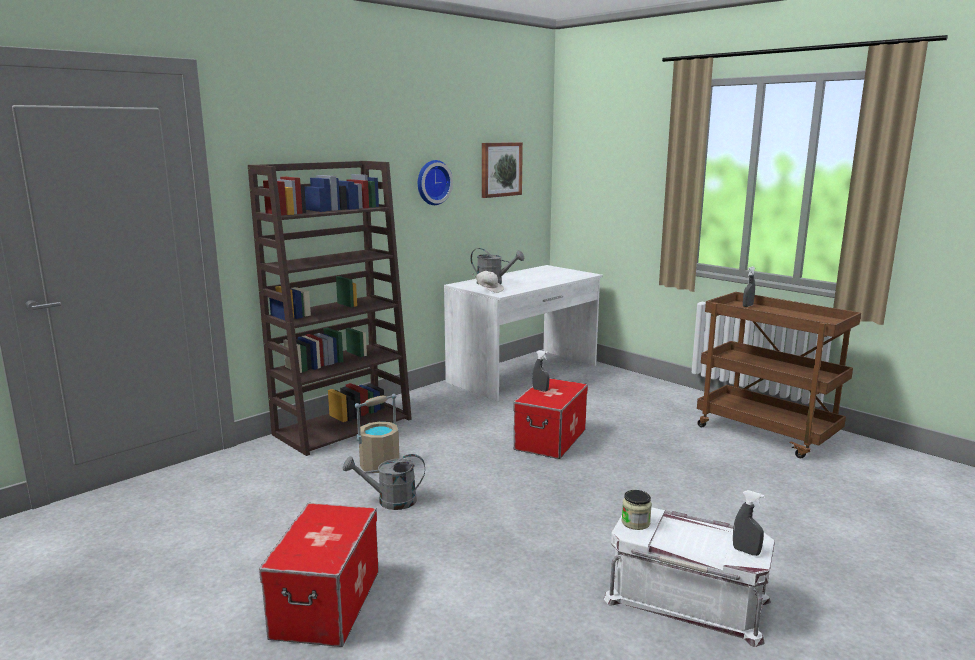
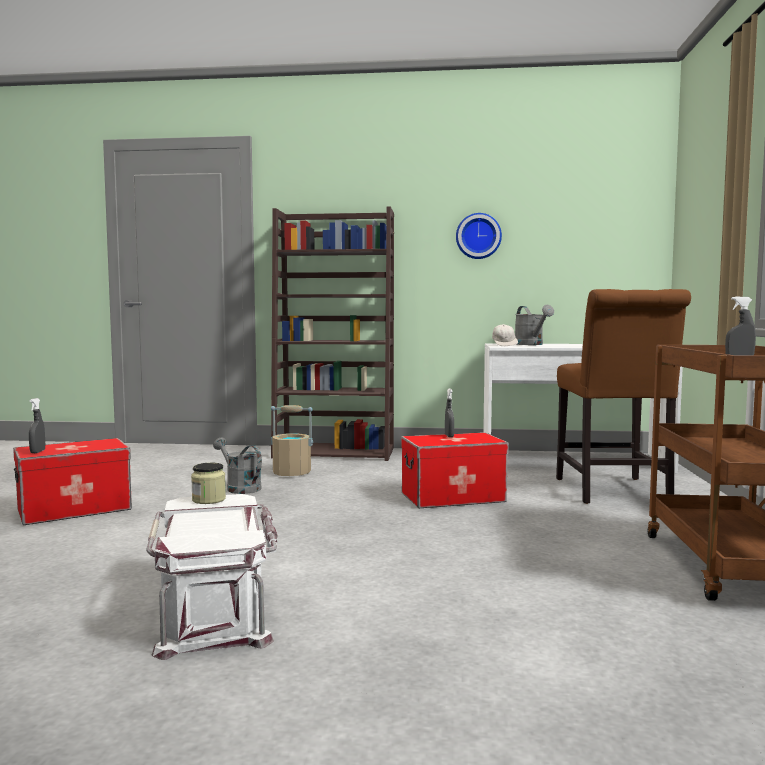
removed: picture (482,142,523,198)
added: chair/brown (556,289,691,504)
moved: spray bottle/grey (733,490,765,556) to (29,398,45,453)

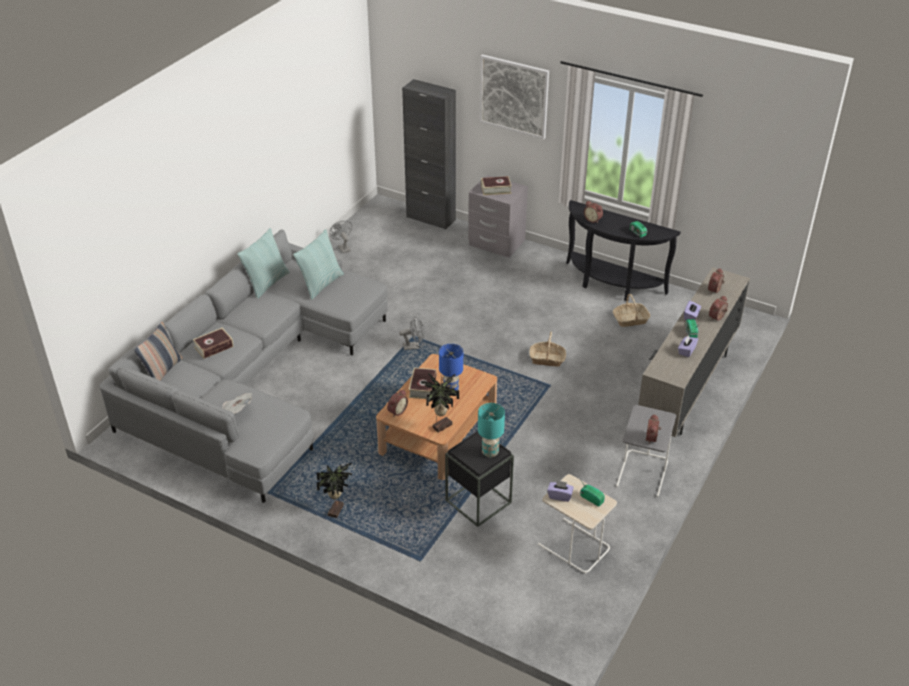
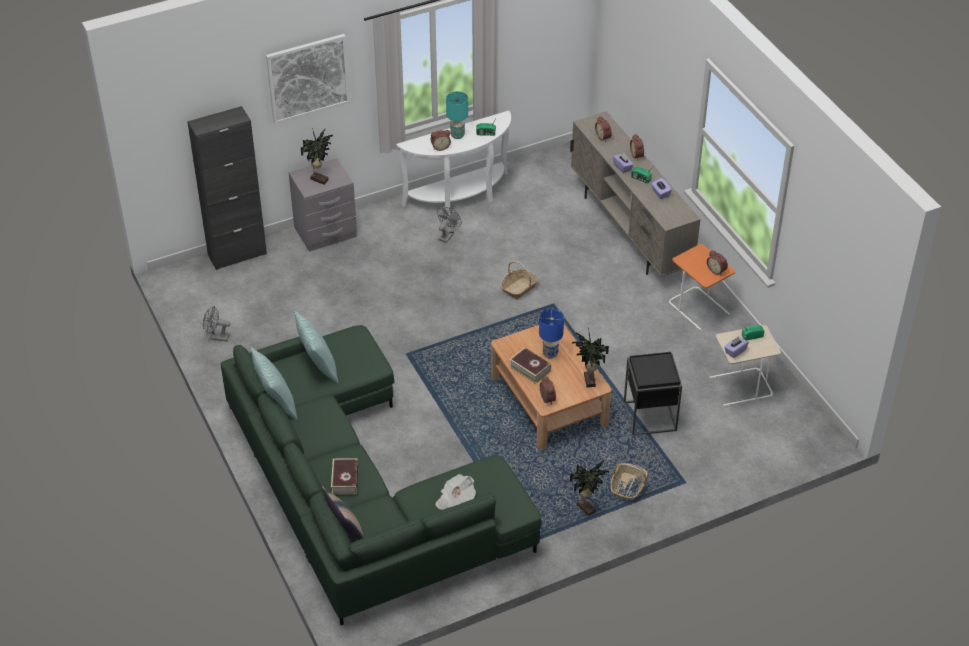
moved: basket (613,294,650,327) to (610,463,647,501); fan/grey (399,316,424,350) to (437,207,461,243); table lamp/turquoise (478,403,505,457) to (446,91,468,139)
replaced: book (481,176,512,195) to potted plant (301,128,333,184)
recoloured: console table/black (566,200,681,301) to console table/white (396,111,511,214); sofa/grey (99,230,388,503) to sofa/green (220,325,542,625); side table/grey (616,405,676,497) to side table/orange (669,244,735,330)

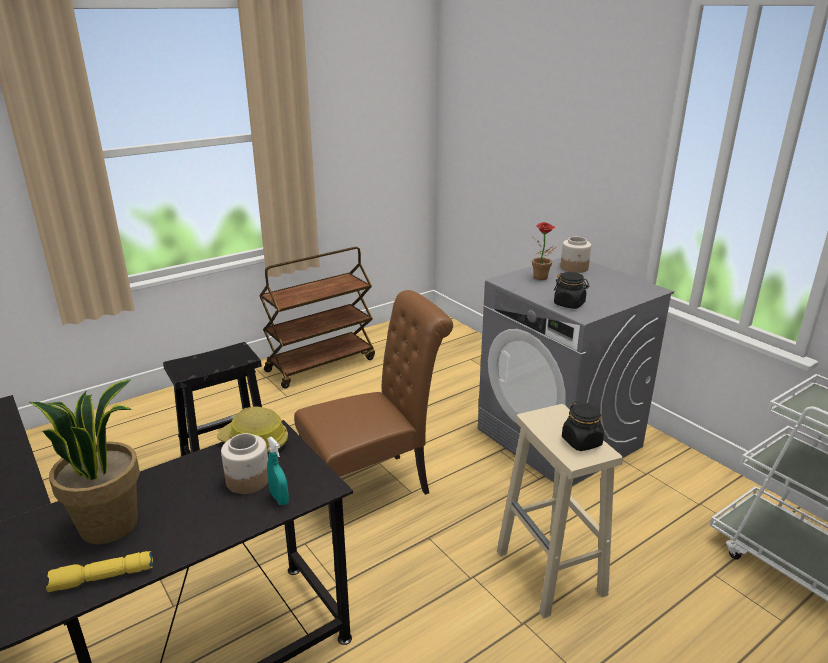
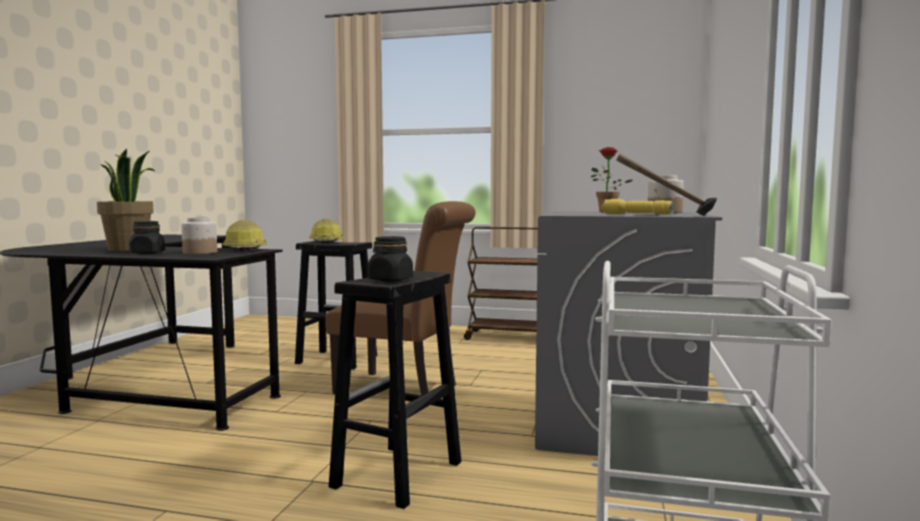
removed: spray bottle/turquoise (267,437,289,505)
added: hammer (616,154,717,216); hard hat (309,219,344,244)
moved: jar/black (554,272,590,309) to (129,221,165,254); flashlight/yellow (46,551,153,592) to (601,199,674,214)
recoloured: stool/beige (497,404,623,618) to stool/black (329,271,461,509)

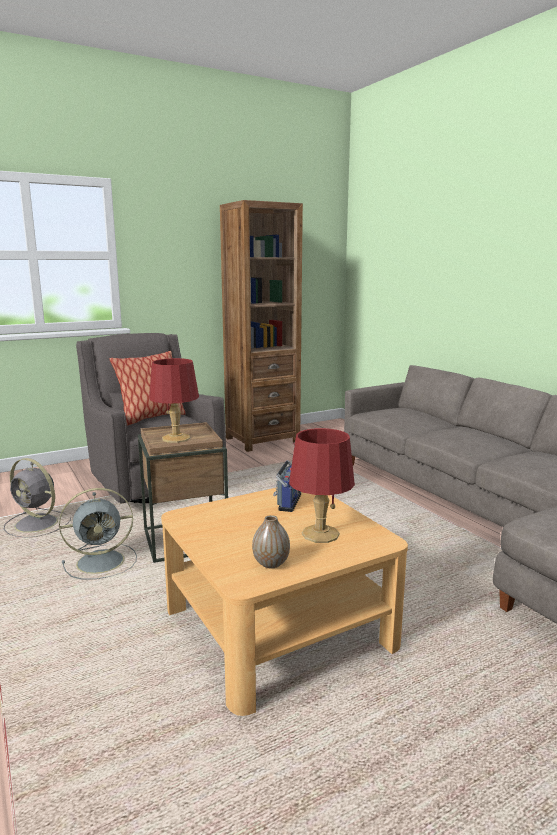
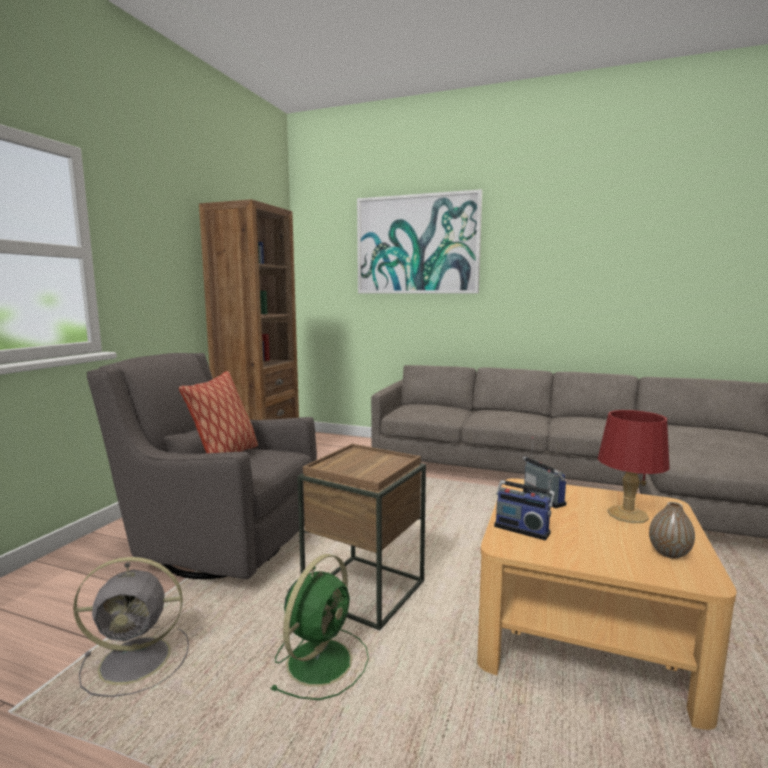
removed: table lamp/red (149,358,199,443)
added: picture (357,189,482,293); radio (494,470,555,540)
recoloured: fan/grey (59,488,137,580) to fan/green (270,554,369,700)

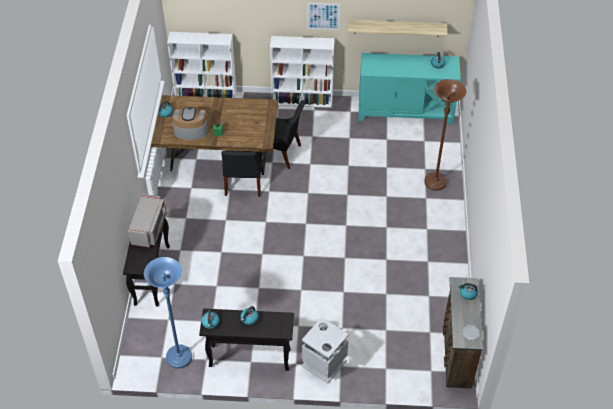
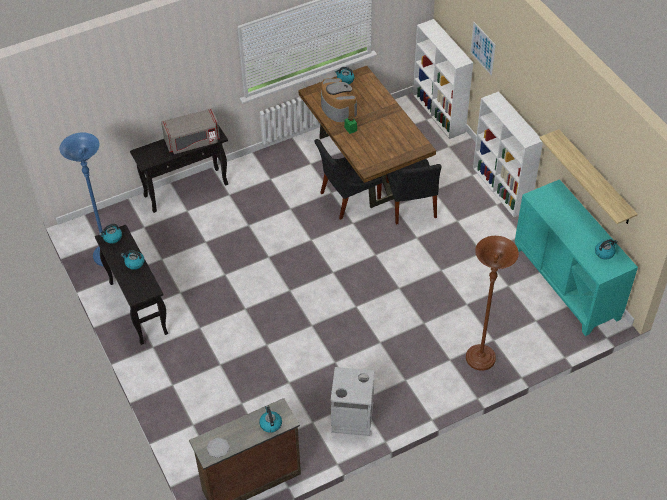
moved: picture (307,3,340,30) to (470,22,496,76); trash can/grey (301,317,349,383) to (330,367,374,436)

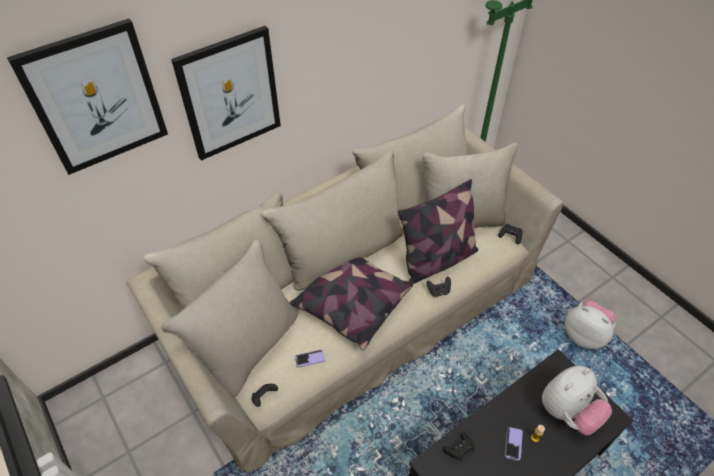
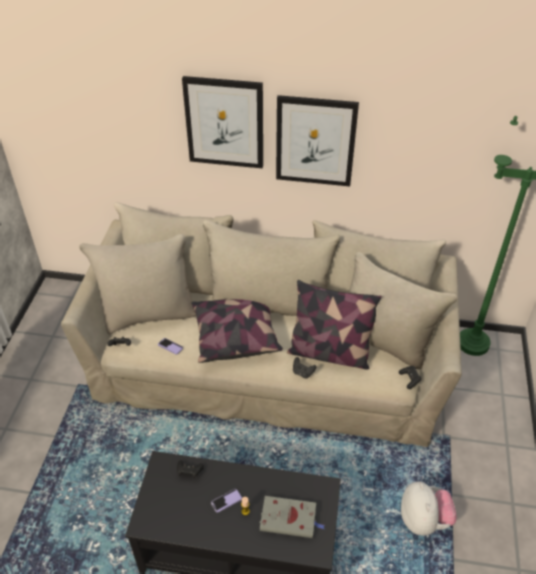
moved: picture (7,19,168,175) to (276,95,359,186)
replaced: plush toy (542,366,612,435) to book/grey (260,496,325,538)

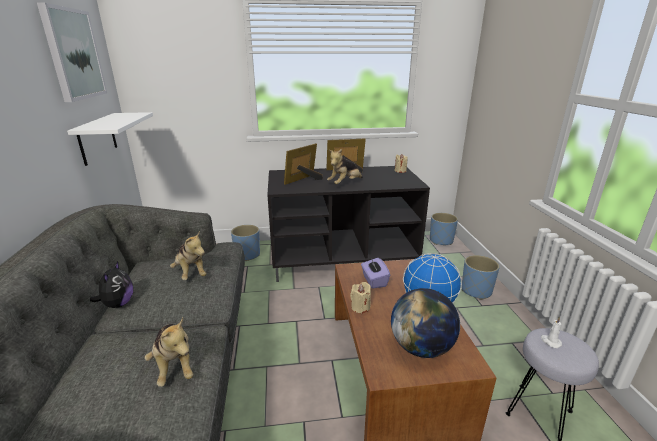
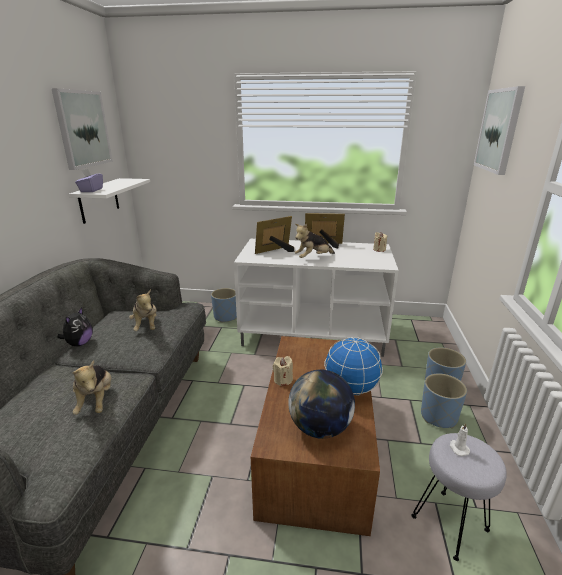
added: picture (474,86,525,175)
moved: planter/blue (430,213,458,245) to (421,373,467,428); tissue box/purple (361,258,390,289) to (75,168,103,192)
recoloured: tv stand/black (267,166,430,282) to tv stand/white (234,239,399,357)

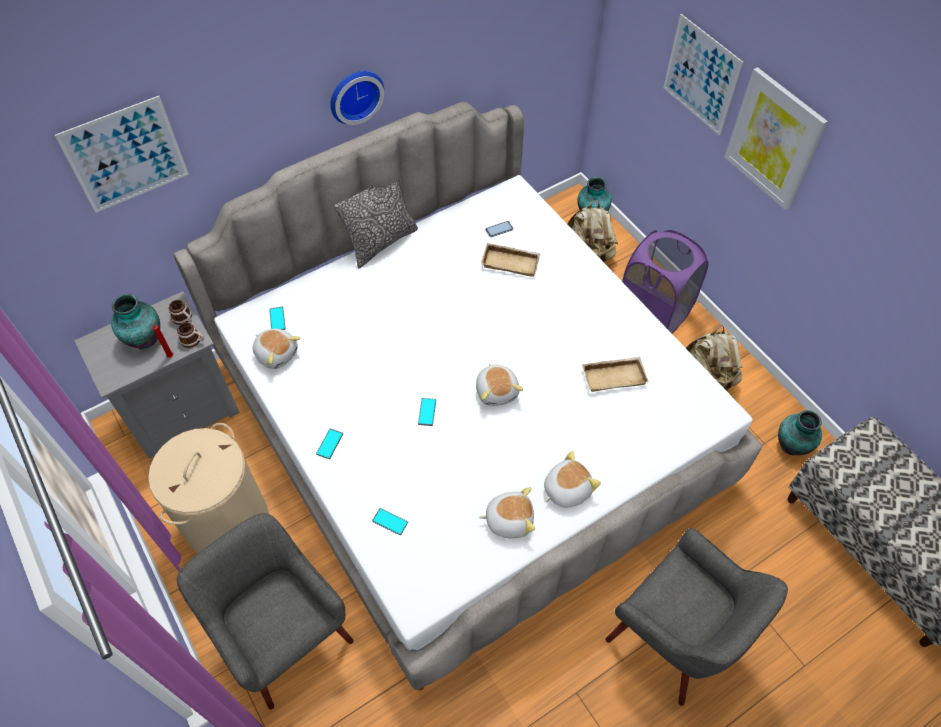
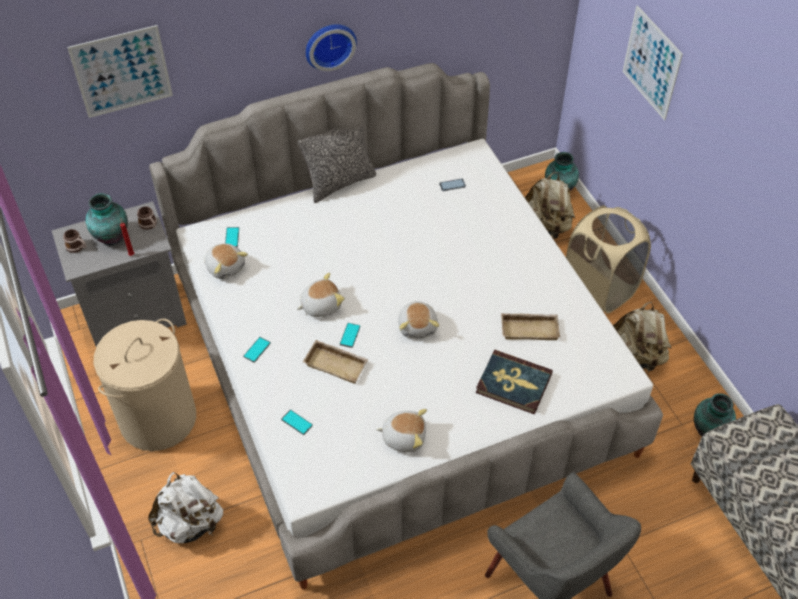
removed: picture (725,67,828,210)
added: book (476,350,553,415)
moved: tray/beige (481,243,541,277) to (303,340,369,384); mug (177,322,204,348) to (63,229,86,253); plush toy (544,451,601,508) to (297,273,345,317)
replaced: armchair/grey (177,513,353,710) to backpack/white (148,472,223,543)
recoloured: laundry basket/purple (622,230,708,333) to laundry basket/beige (566,206,651,314)

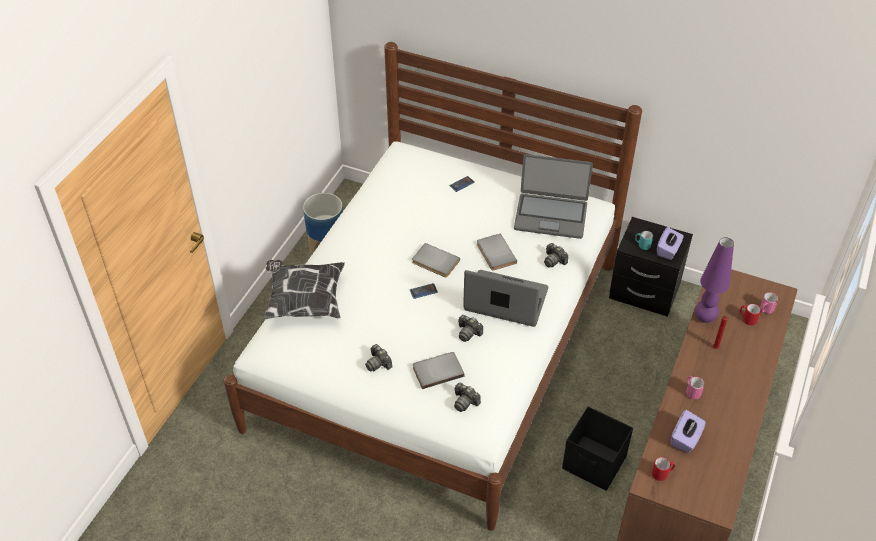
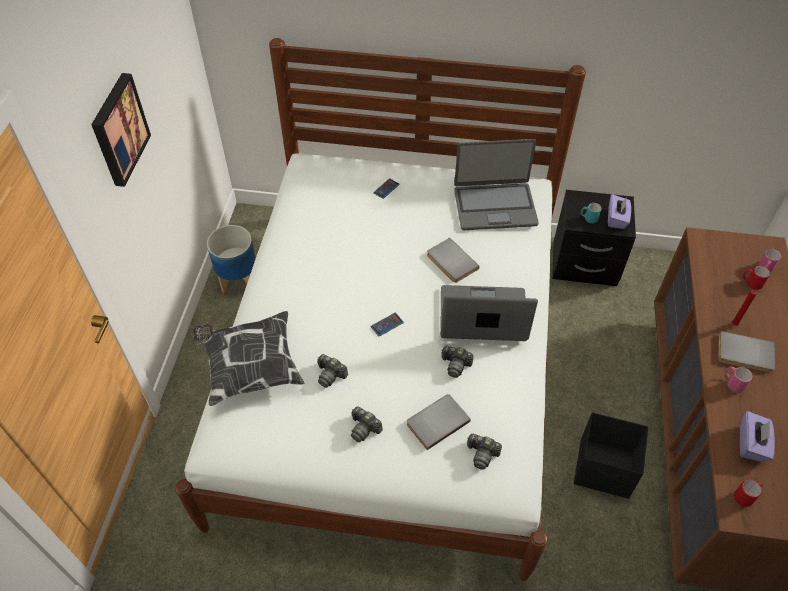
removed: table lamp/purple (695,237,734,323)
added: picture (91,73,151,187)
moved: book/grey (412,243,460,277) to (718,331,775,373); photo camera (544,243,568,268) to (317,354,348,388)

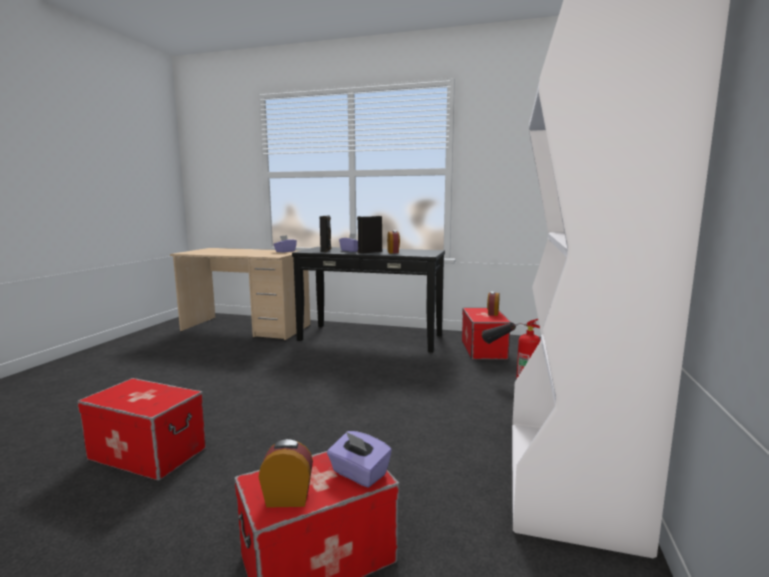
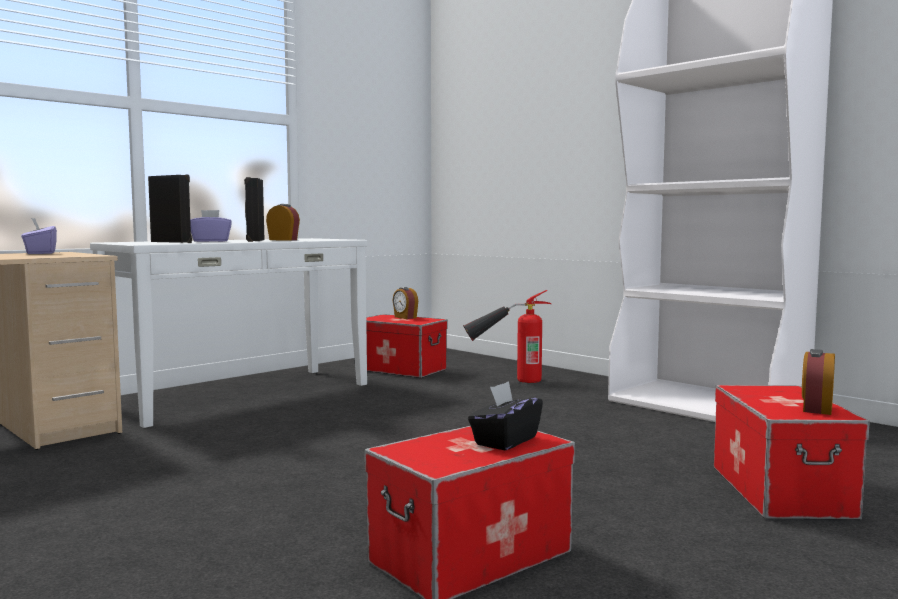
removed: tissue box/purple (327,431,392,488)
added: tissue box/black (468,381,543,450)
recoloured: console table/black (292,247,445,353) to console table/white (90,238,367,428)

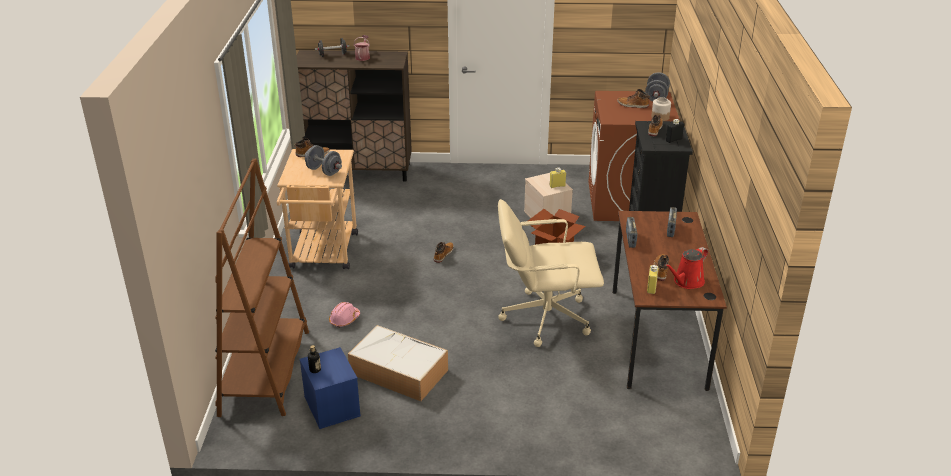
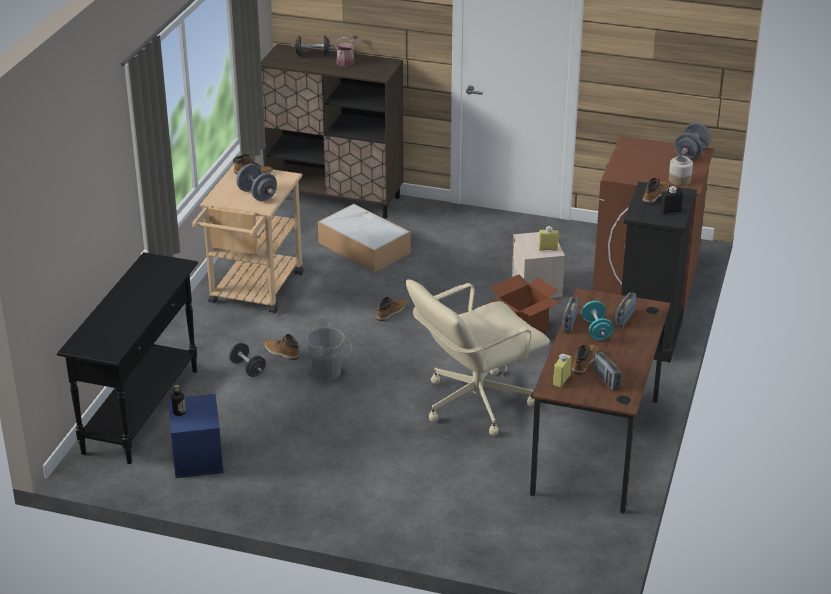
added: dumbbell/turquoise (581,301,614,341); bucket/grey (306,323,352,380)
moved: boot (617,89,650,108) to (265,334,300,360); storage box (348,325,448,401) to (318,204,411,272)
replaced: bookcase/brown (215,158,309,417) to console table/black (57,252,198,464); watering can/red (665,247,708,289) to radio (594,352,622,390); hard hat/pink (329,302,360,327) to dumbbell/black (229,343,266,377)
turned: office chair/beige (498,199,604,347) = (406,279,550,436) 45 degrees counterclockwise

